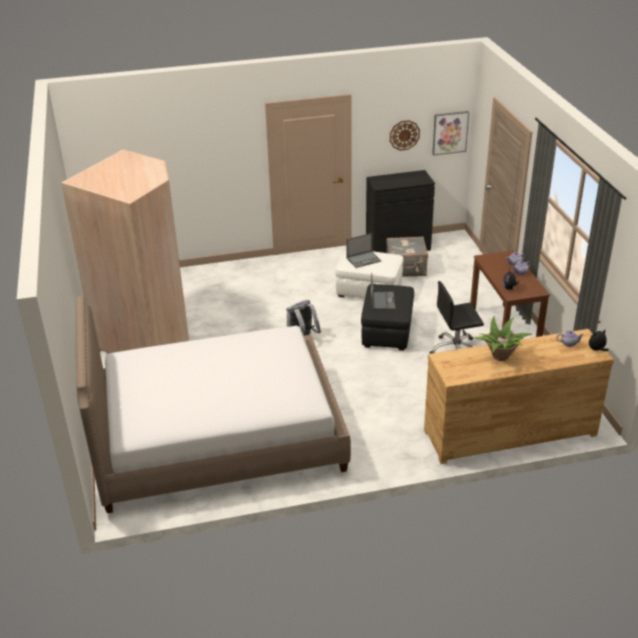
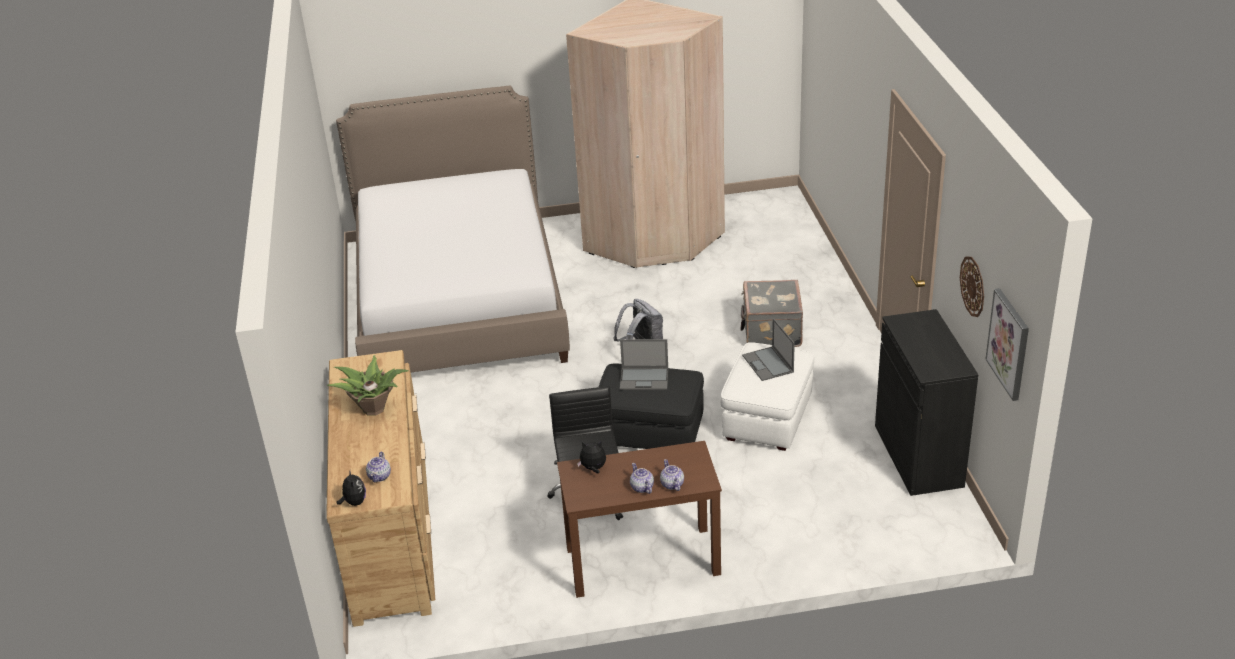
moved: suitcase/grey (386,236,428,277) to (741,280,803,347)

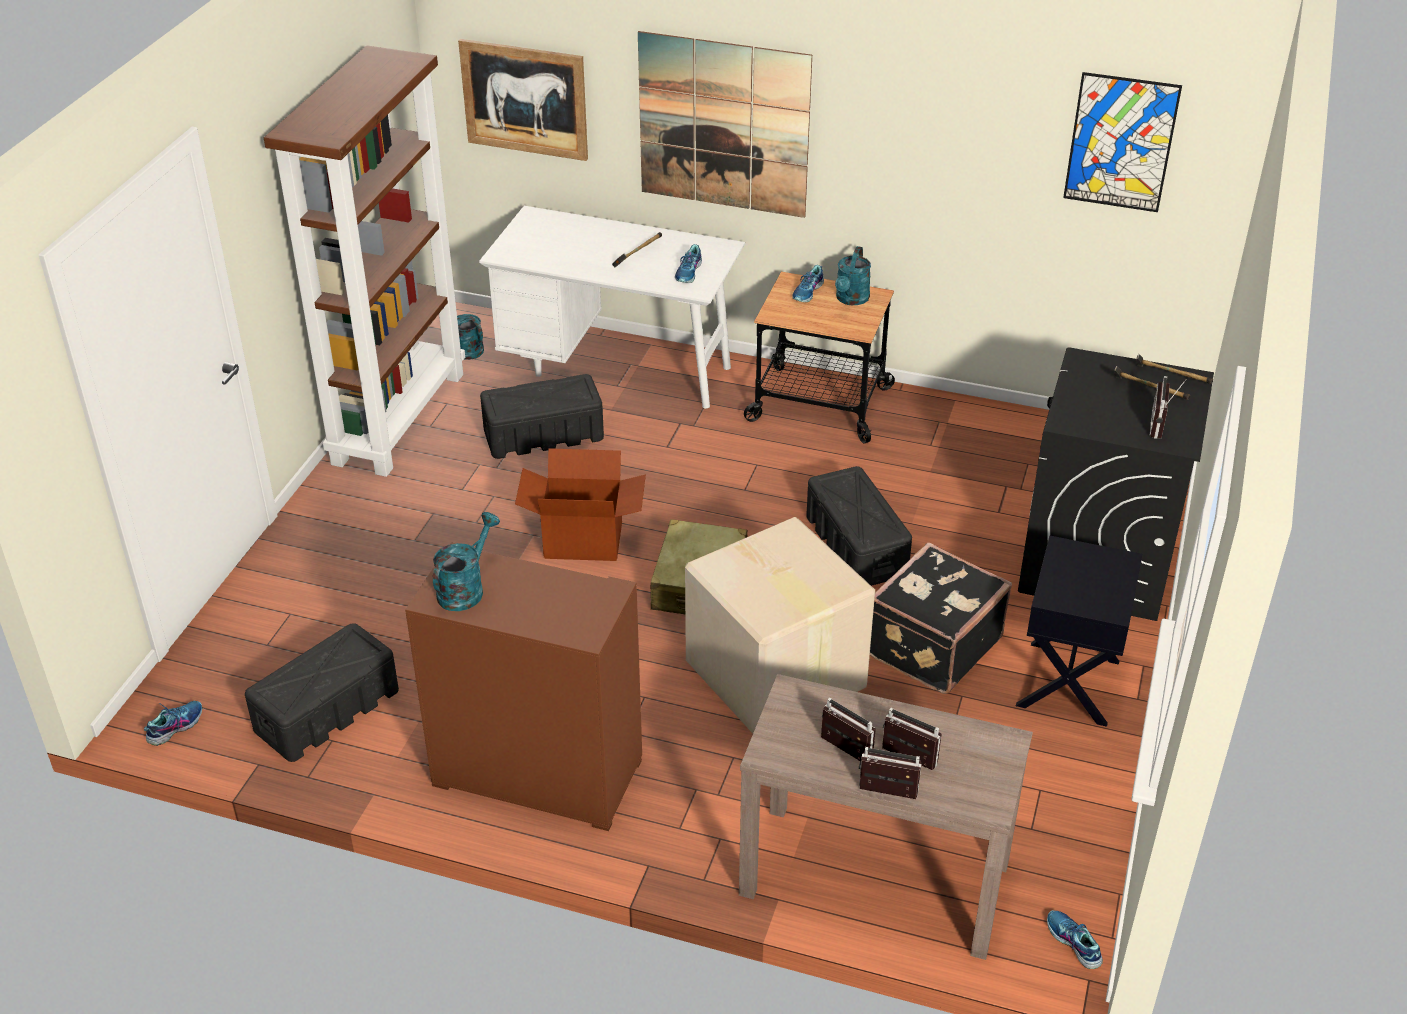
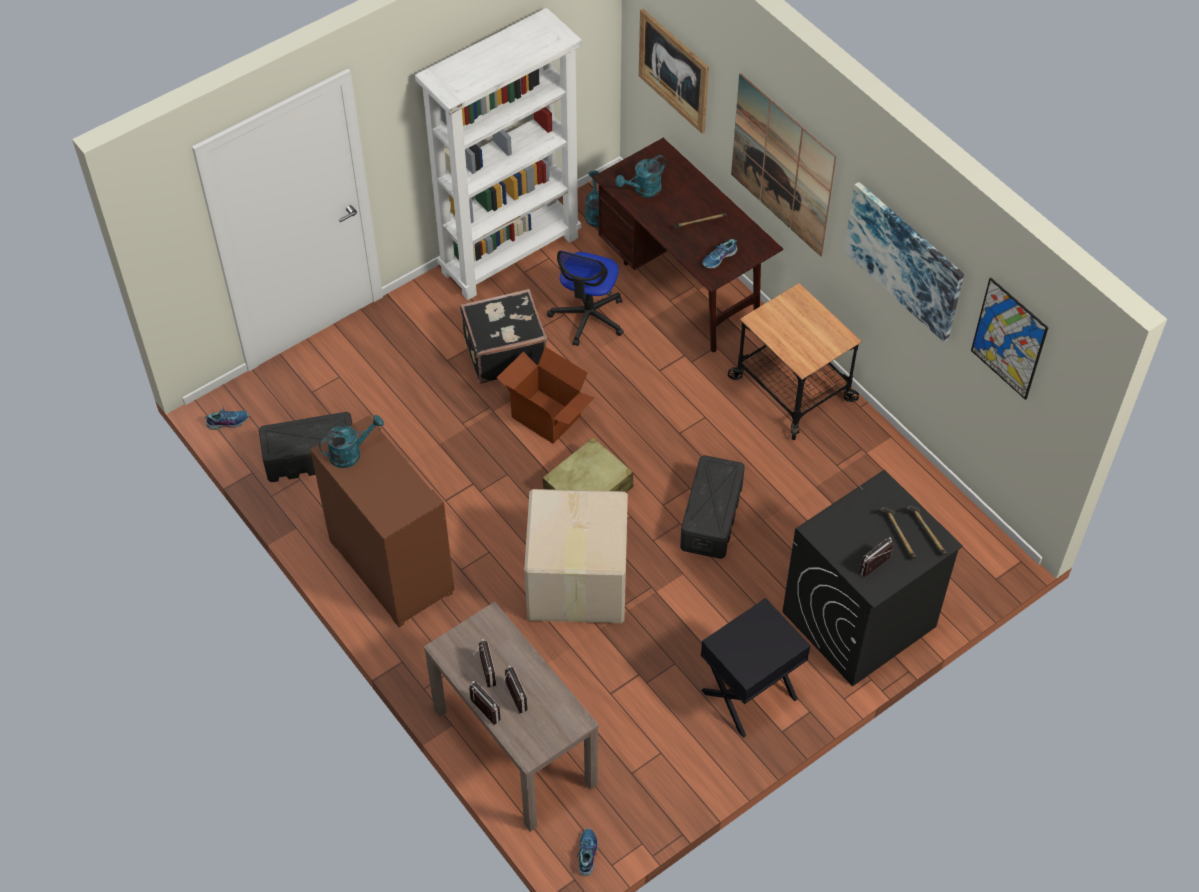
removed: shoe (792,265,824,302)
added: picture (844,182,964,342)
moved: watering can/turquoise (835,246,871,305) to (615,155,666,198); suitcase/black (870,542,1012,694) to (460,289,547,384)
replaced: storage box/black (480,374,604,459) to office chair (547,250,624,346)
recoloured: bookcase/brown (264,45,465,477) to bookcase/white (415,8,582,300); desk/white (479,206,745,409) to desk/brown (592,138,783,352)

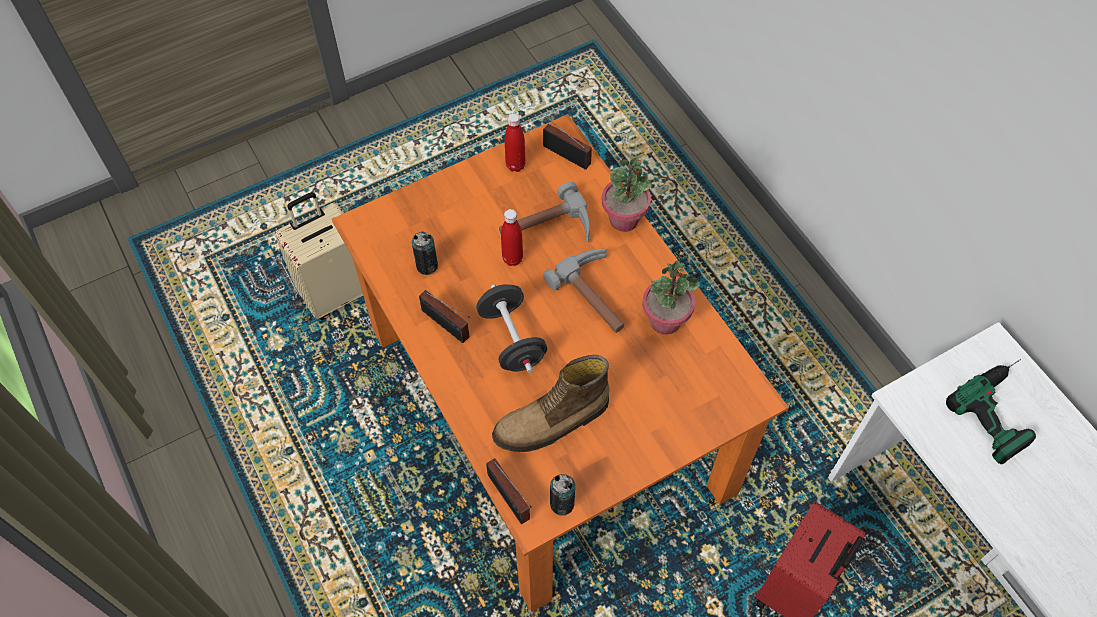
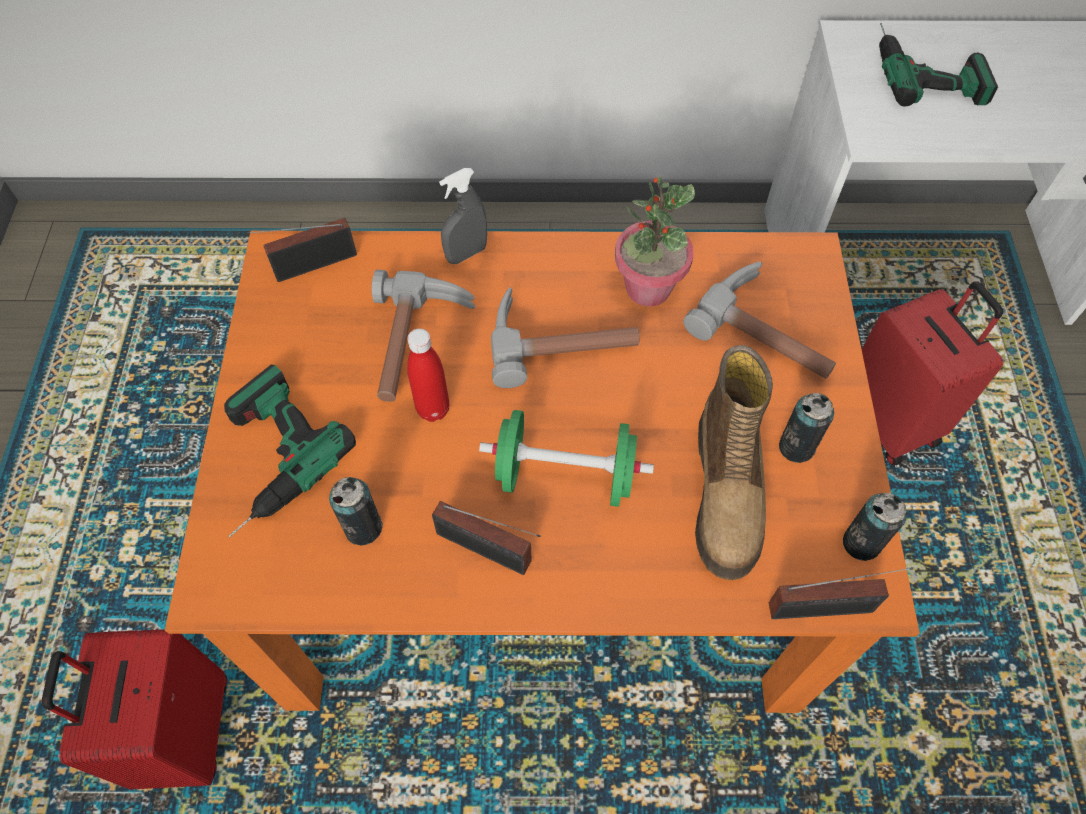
removed: bottle/red (505,113,525,172)
added: hammer (683,262,836,379); power drill (224,364,356,537); can (779,393,834,463)
replaced: potted plant (602,157,652,232) to spray bottle/grey (439,168,487,264)
recoloured: suitcase/beige (275,192,363,320) to suitcase/red (42,629,227,790); dumbbell/black (476,284,547,373) to dumbbell/green (479,410,654,507)
turned: radio (419,290,470,343) = (432,501,540,575) 45 degrees clockwise

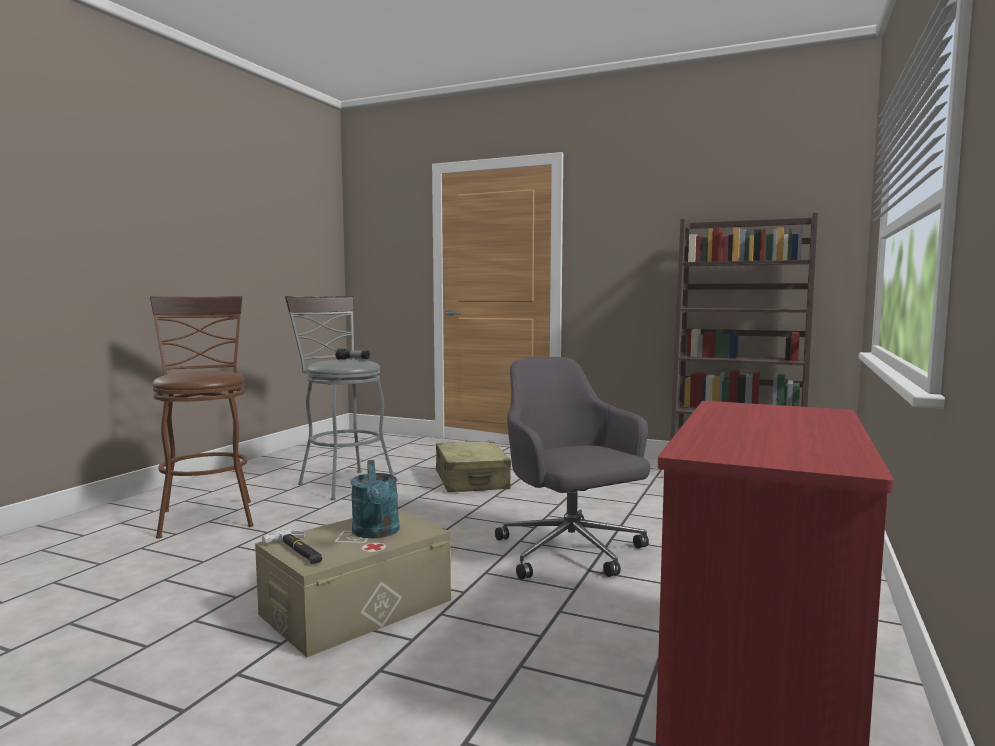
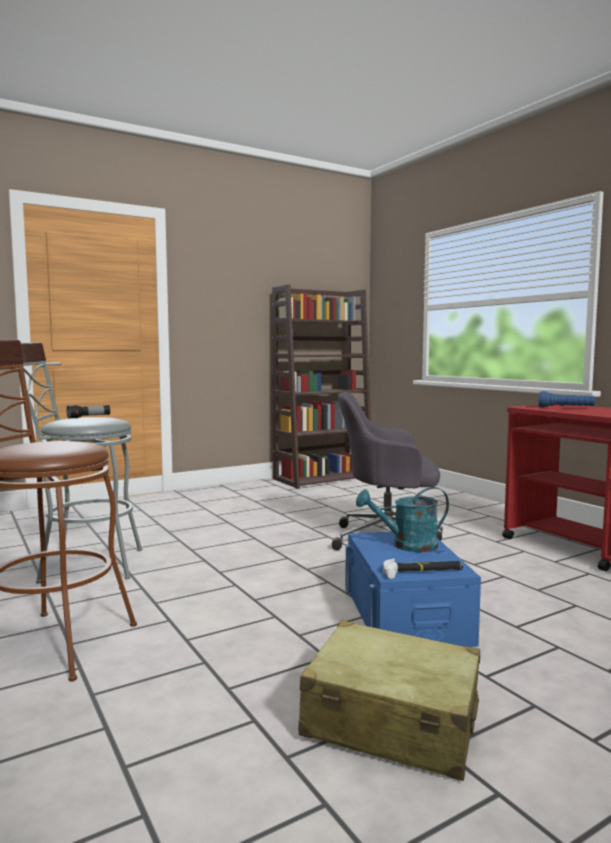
added: flashlight/blue (539,391,595,408)
moved: suitcase/beige (436,441,511,492) to (299,620,480,781)
recoloured: storage box/beige (255,510,451,657) to storage box/blue (345,532,481,647)
turned: watering can/turquoise (351,460,399,538) = (356,487,449,552) 150 degrees clockwise

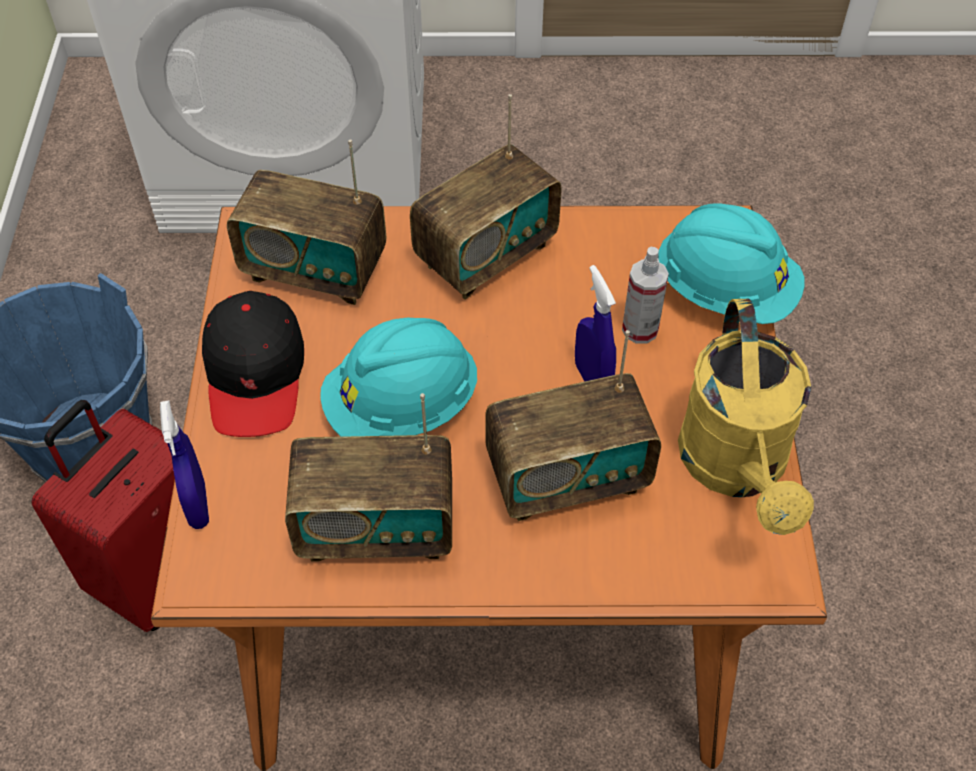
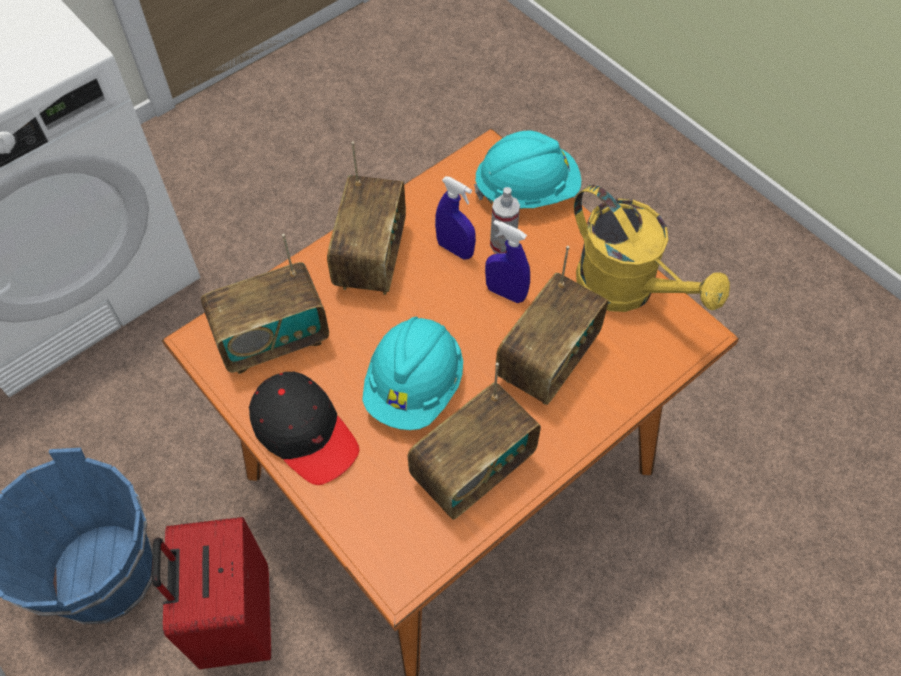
moved: spray bottle/blue (160,400,209,529) to (435,176,476,260)

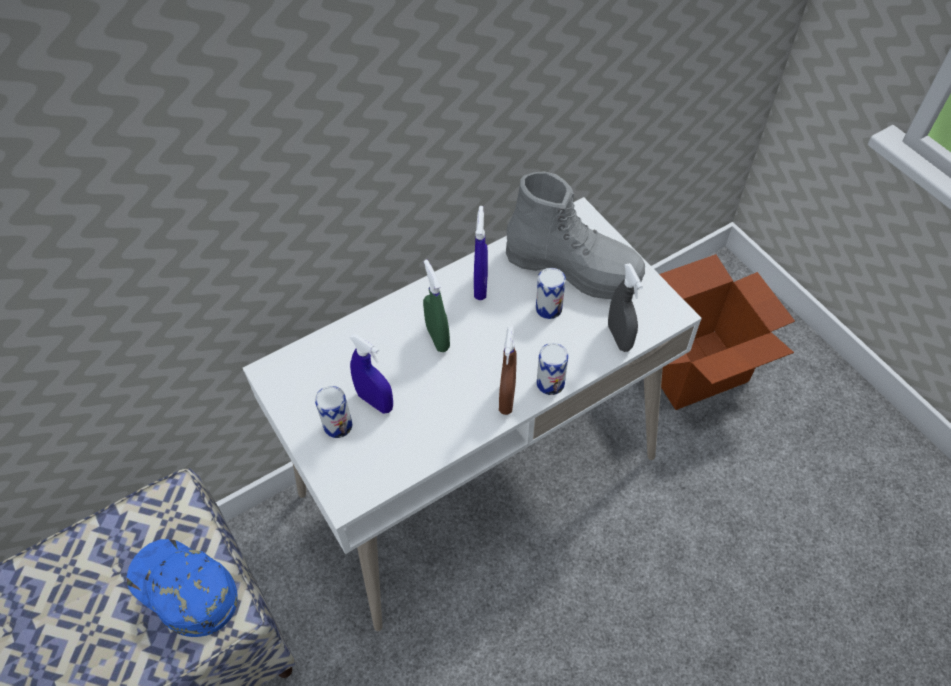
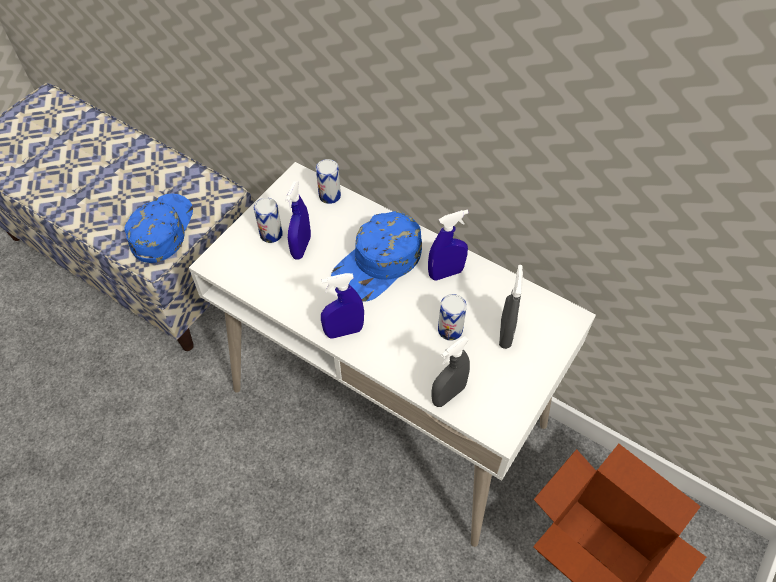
moved: can (537,343,568,395) to (316,159,341,204)
replaced: boot/grey (506,171,645,299) to spray bottle/grey (499,265,523,349); spray bottle/green (423,260,450,352) to cap/blue (331,211,422,301)
recoloured: spray bottle/brown (499,326,517,415) to spray bottle/blue (321,273,364,338)

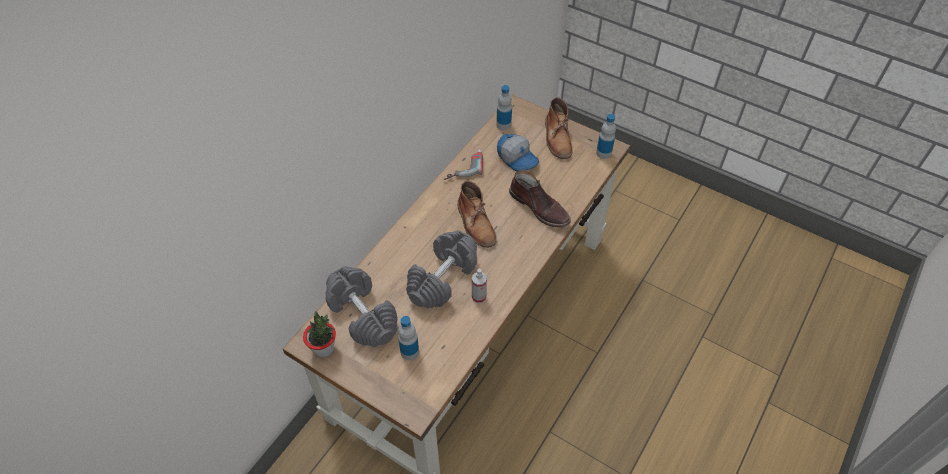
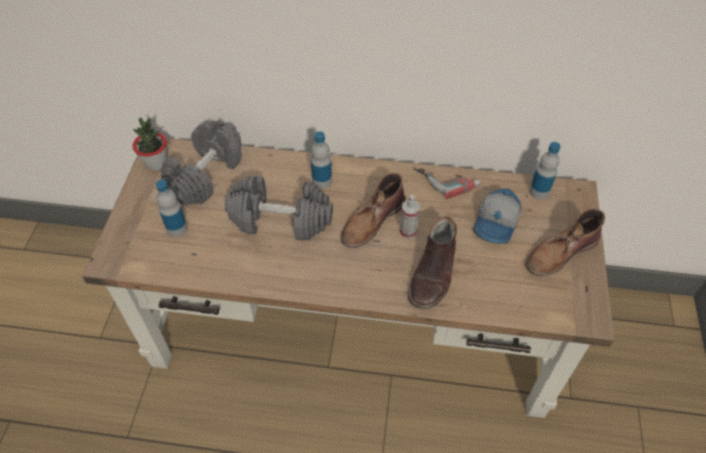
moved: bottle (596,114,616,159) to (311,131,332,189); spray bottle (472,269,487,303) to (400,195,420,239)

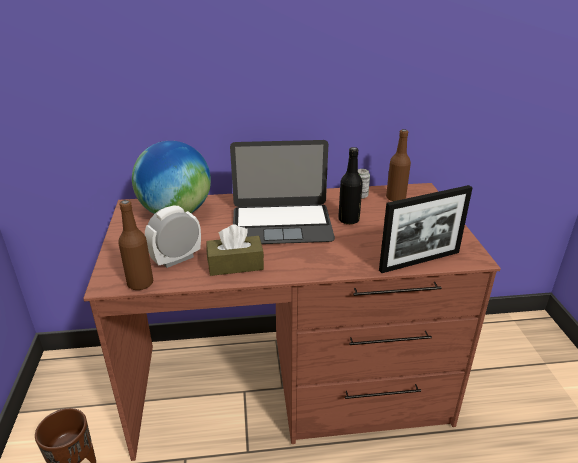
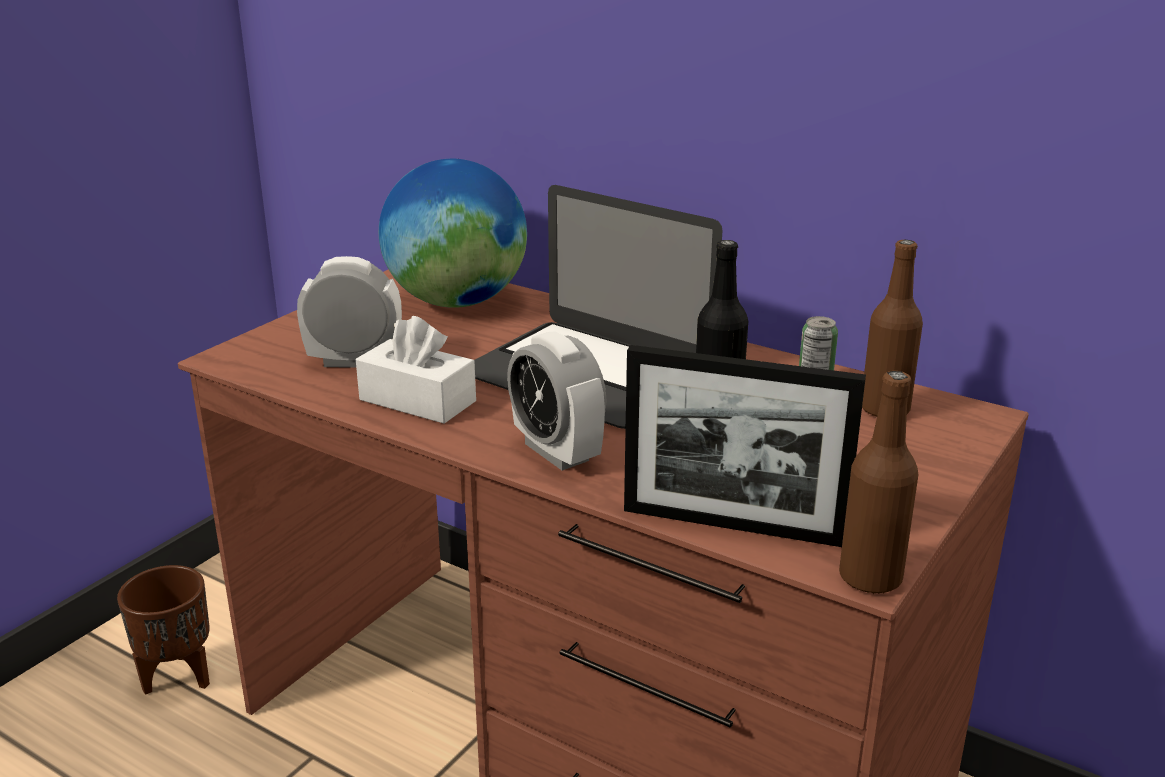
added: alarm clock (507,331,607,471)
moved: bottle/brown (118,200,153,291) to (839,371,919,594)
recoloured: tissue box/brown (206,224,264,276) to tissue box/white (356,316,476,424)

